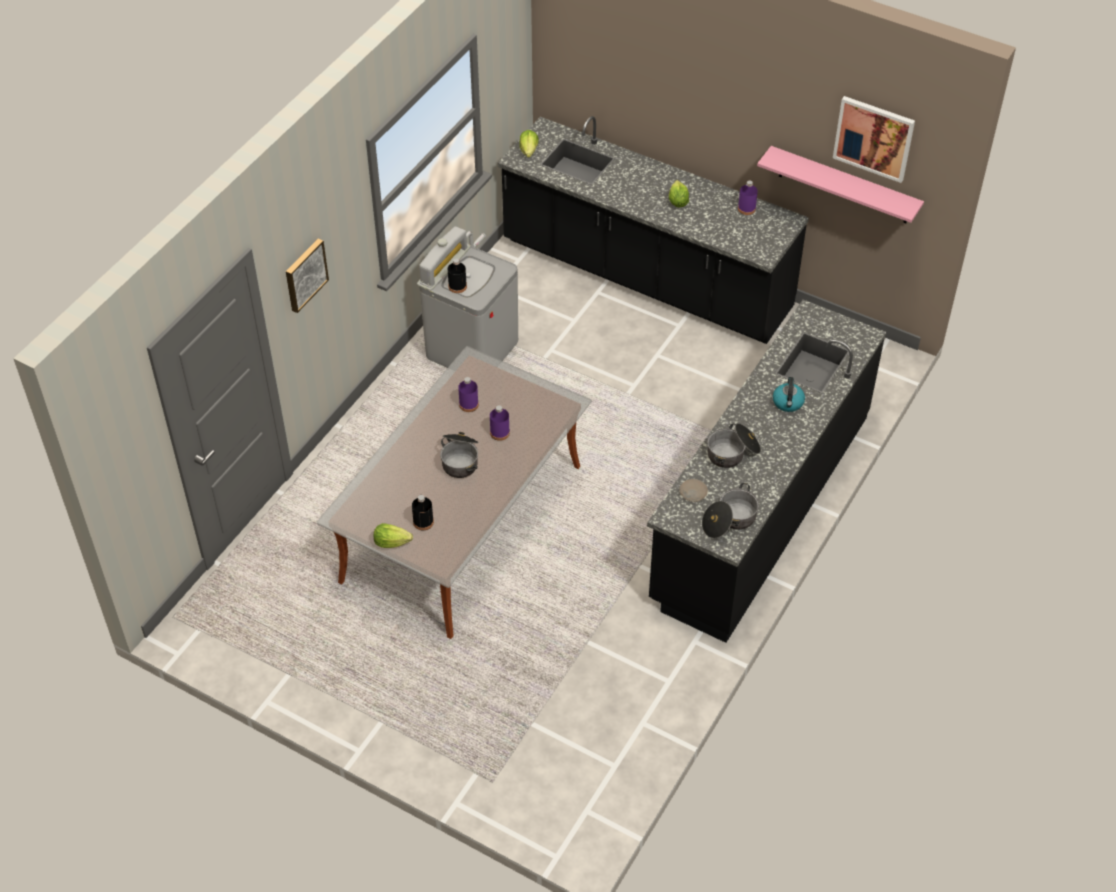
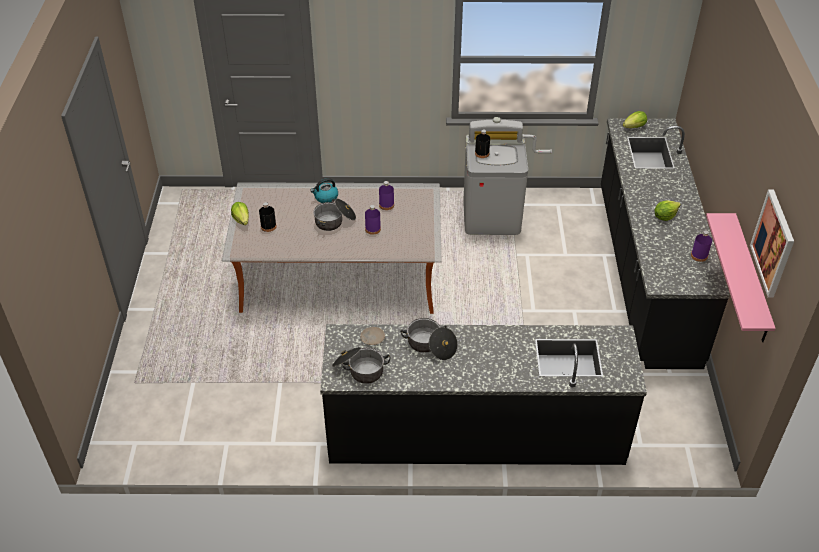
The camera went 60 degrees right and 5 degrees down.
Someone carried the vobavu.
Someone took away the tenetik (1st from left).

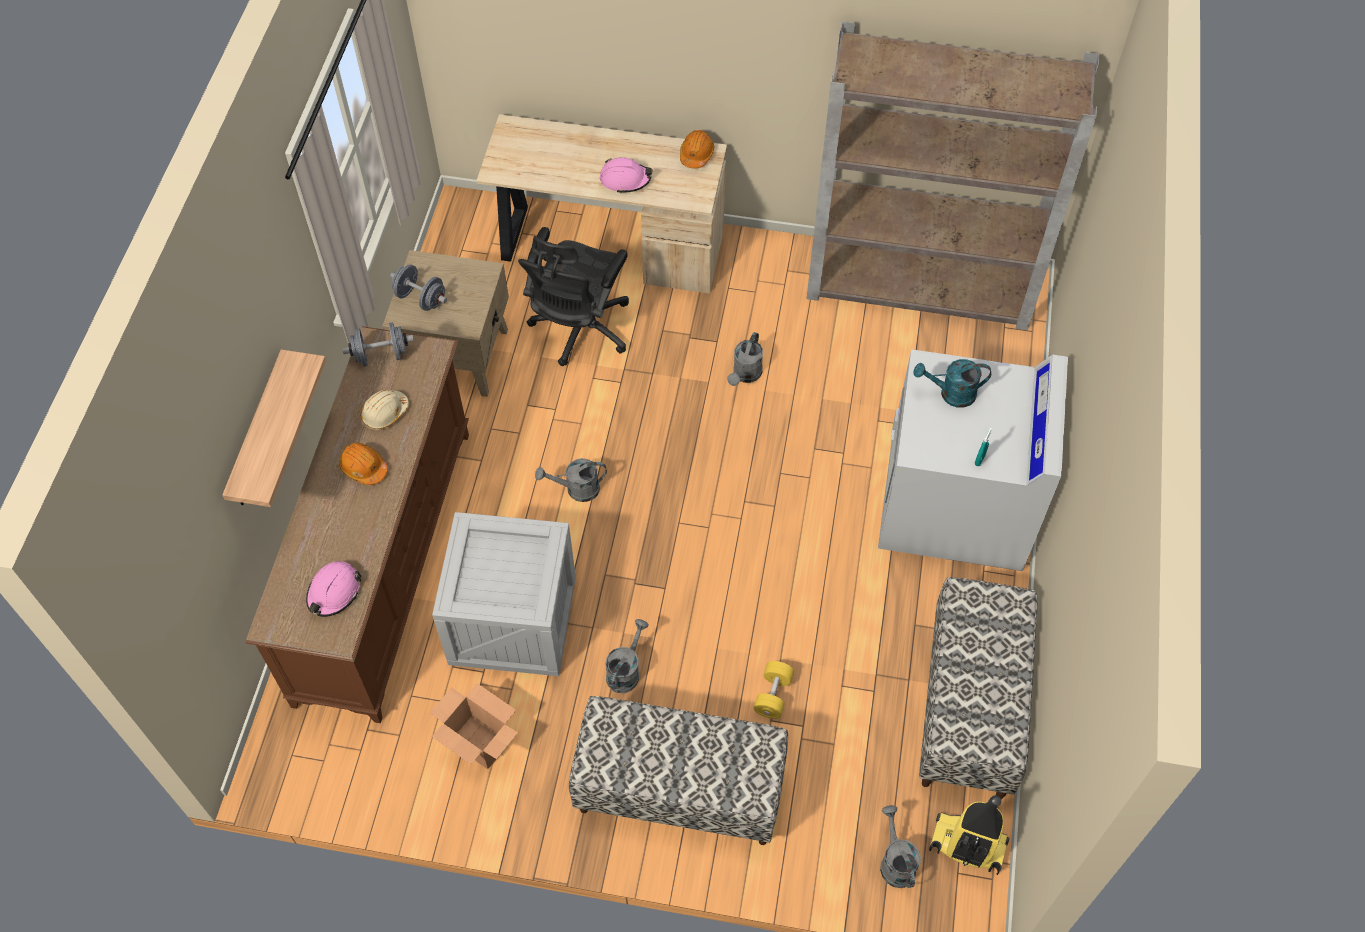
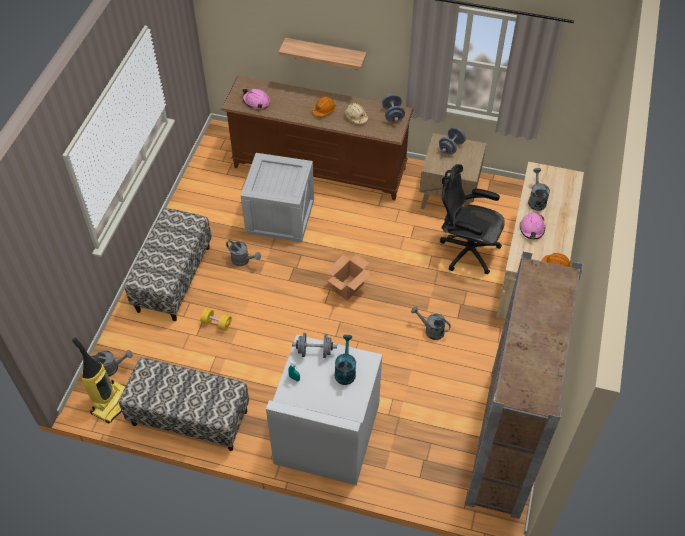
The camera went 95 degrees right and 5 degrees down.
Someone put down the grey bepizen (1st from left).
Someone carried the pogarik.
Someone carried the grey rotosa (1st from left in the first image).

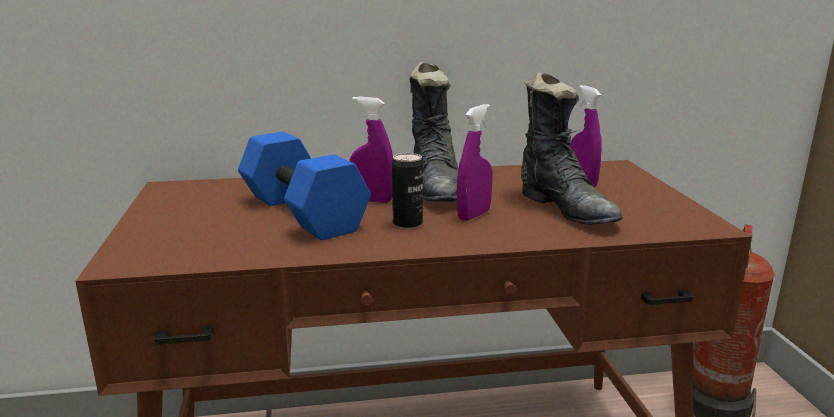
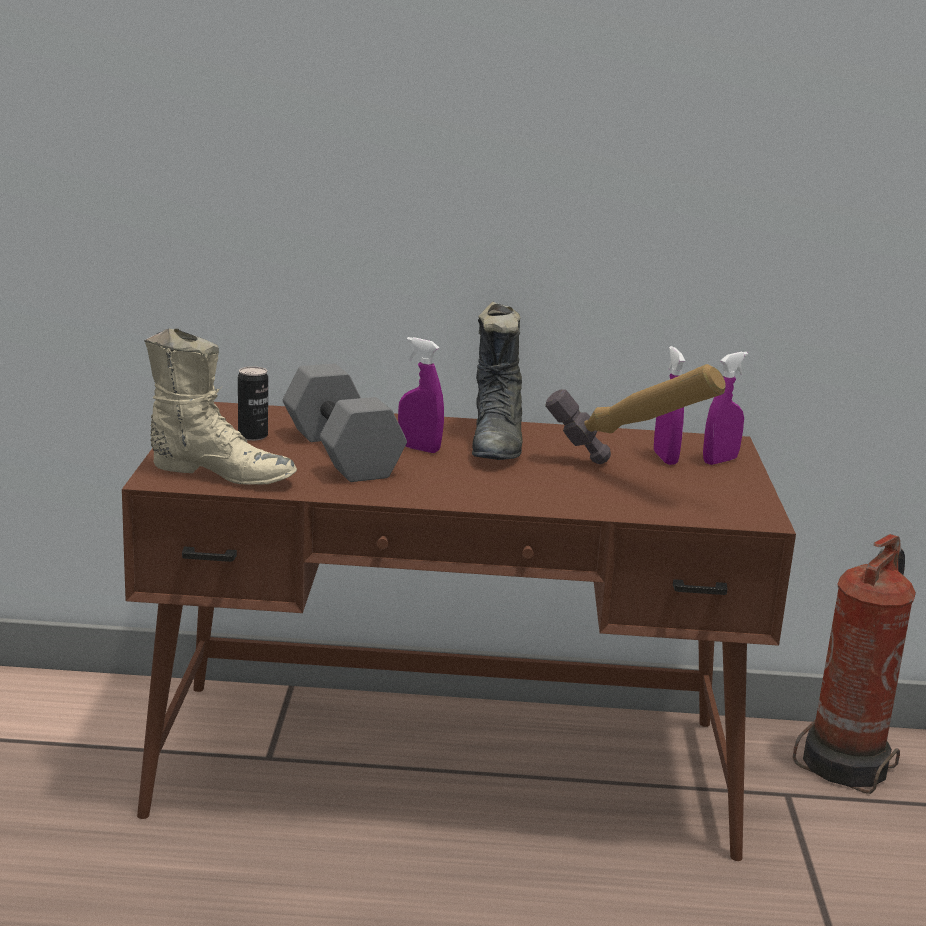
The camera went 10 degrees right and 0 degrees up.
Someone put down the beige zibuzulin.
Someone carried the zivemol.
Someone repainted the blue bepizen, which became the grey bepizen.
Someone swapped the black zibuzulin (2nd from left) for the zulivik.
Someone carried the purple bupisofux (2nd from left in the first image).

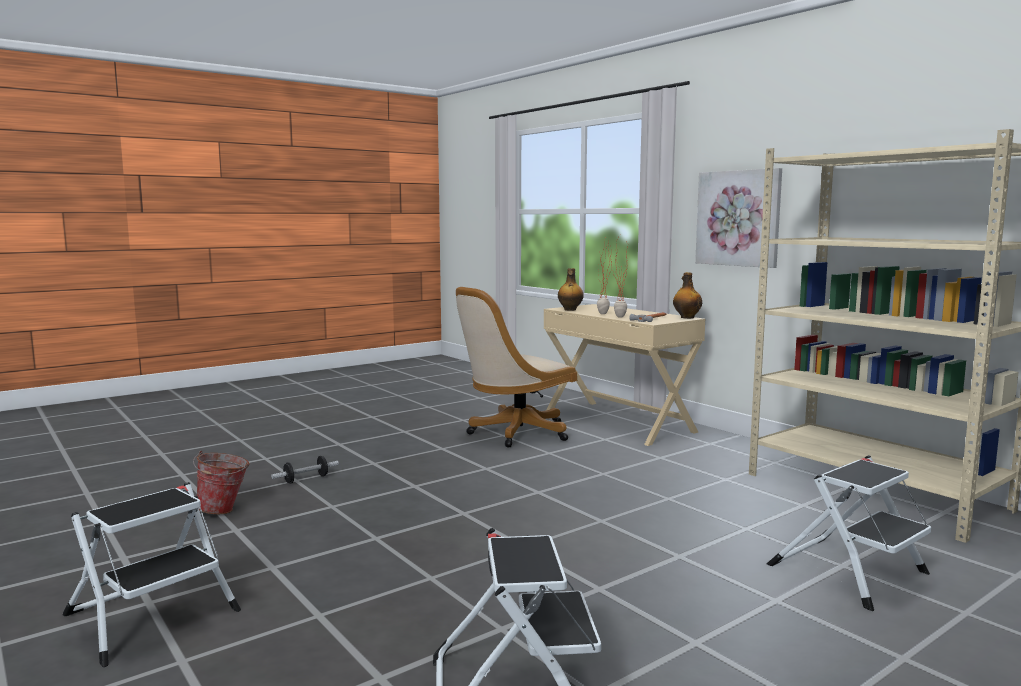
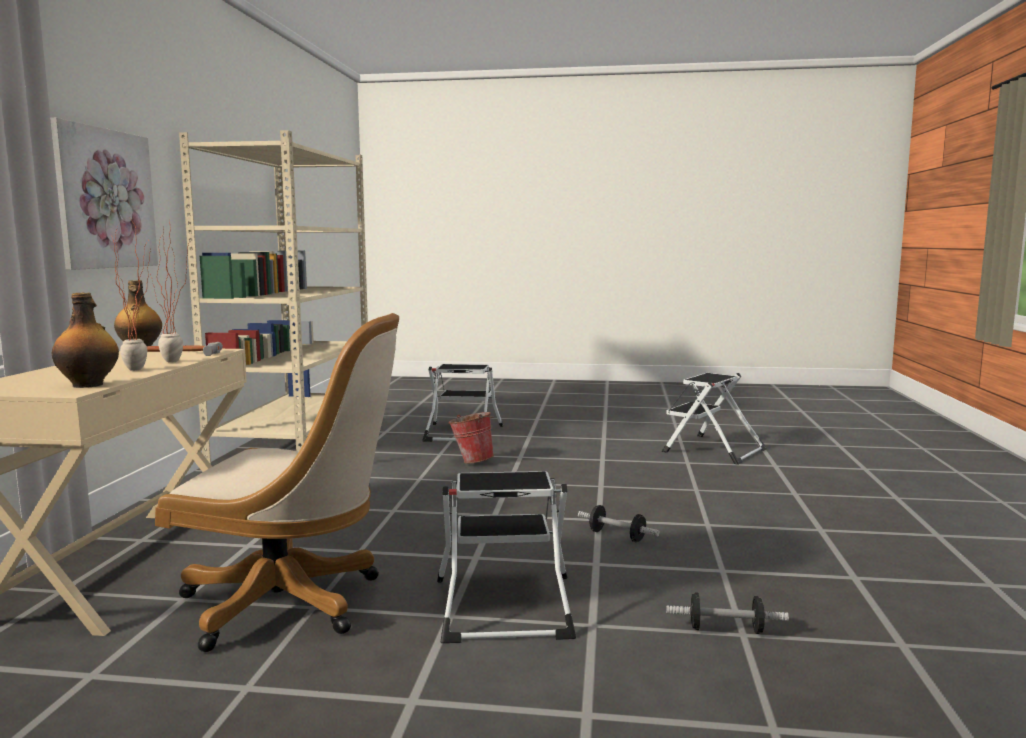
The camera went 135 degrees left and 0 degrees up.
Someone carried the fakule (1st from left in the first image).
Someone carried the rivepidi.
Someone put down the bepizen (1st from left).

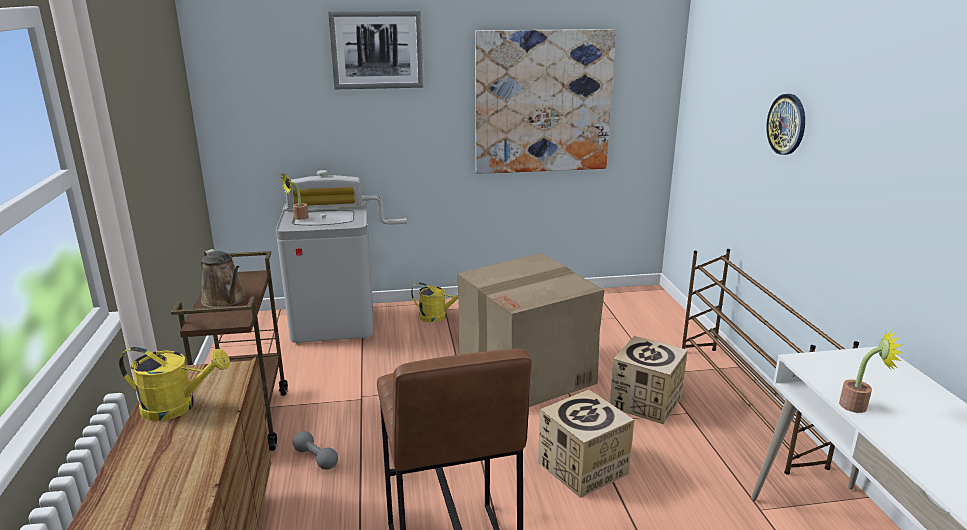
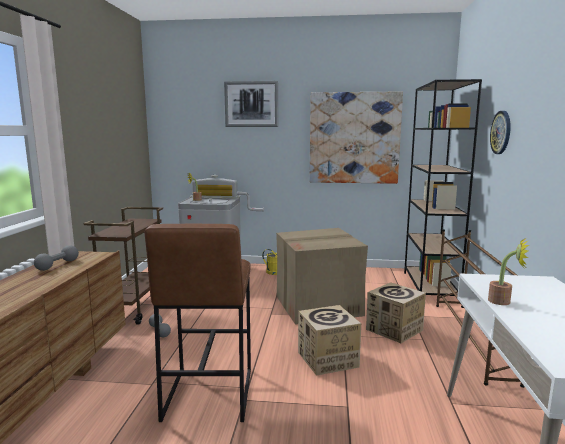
The camera went 15 degrees right and 10 degrees down.
Someone swapped the yellow rotosa (1st from left) for the grey bepizen (1st from left).
Someone put down the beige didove.
Someone took away the brown rotosa.

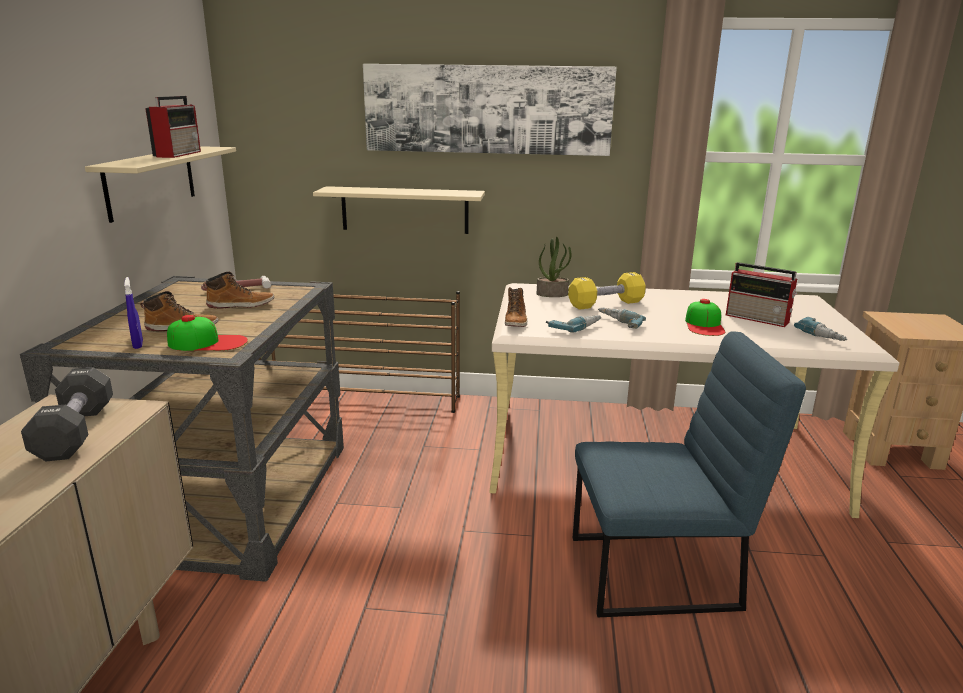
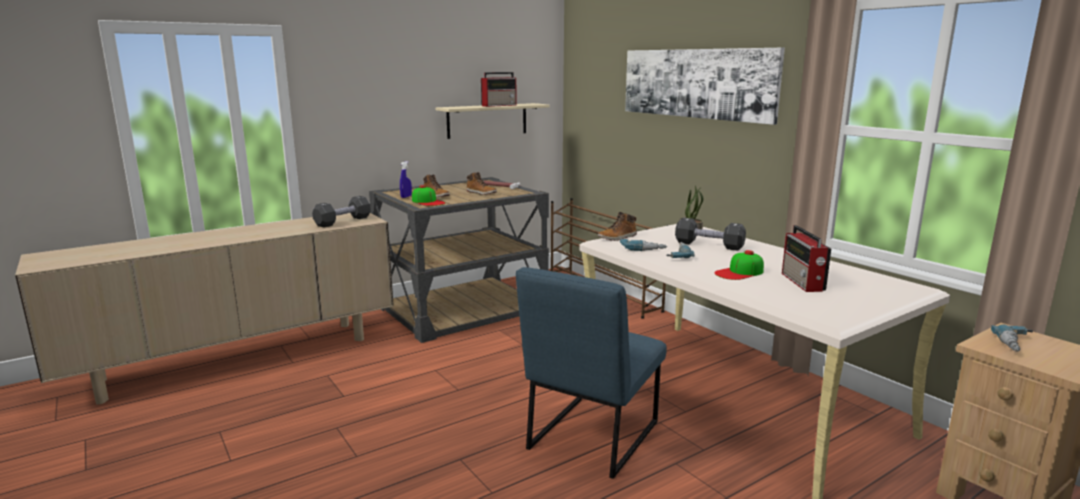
The camera went 50 degrees right and 5 degrees down.
Someone rotated the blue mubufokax by 75 degrees clockwise.
Someone repainted the yellow bepizen, which became the black bepizen (2nd from left).
Someone carried the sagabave (3rd from left).
Someone took away the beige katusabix (2nd from left).

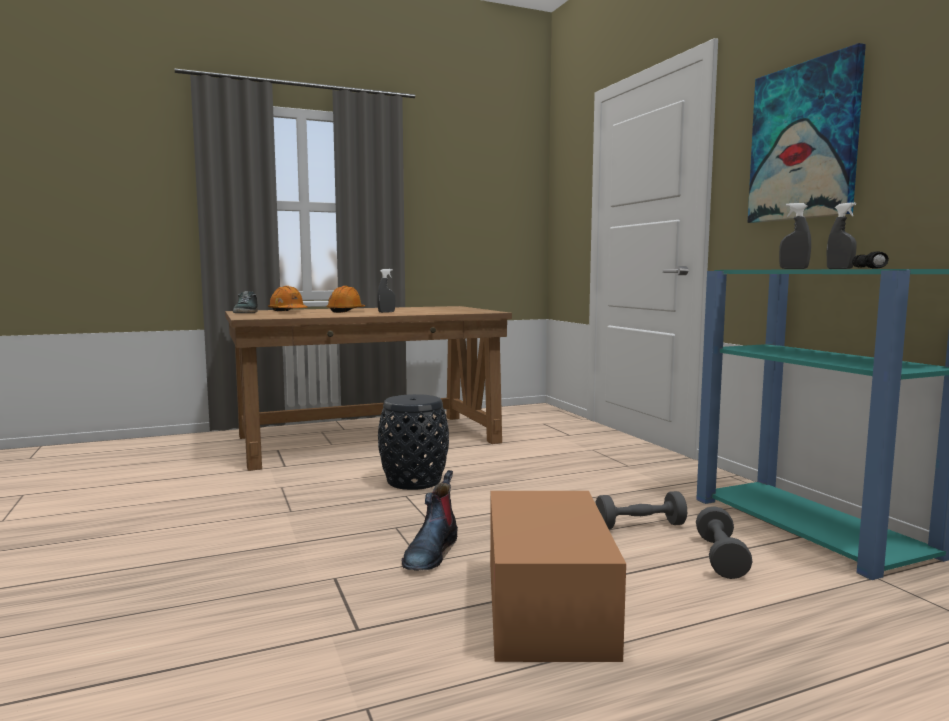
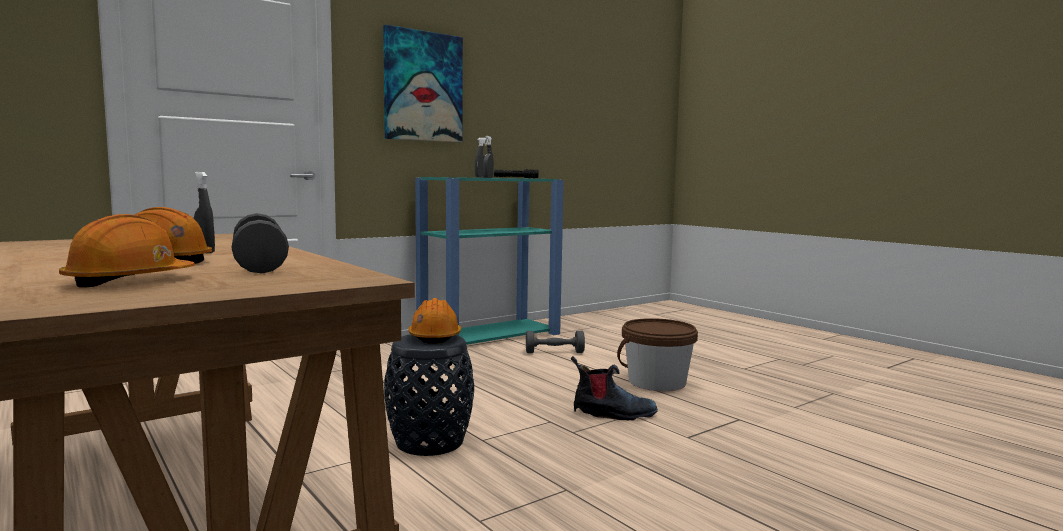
The camera went 105 degrees left and 0 degrees up.
Someone carried the grey bepizen (1st from left).
Someone put down the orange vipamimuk (3rd from left).
Someone swapped the pogarik for the brown rivepidi.
Someone took away the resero.

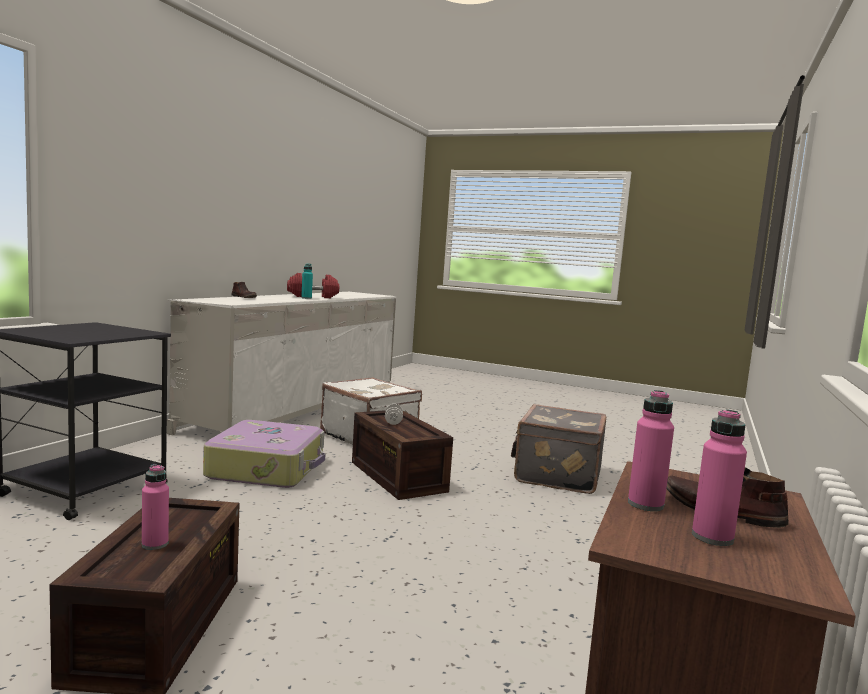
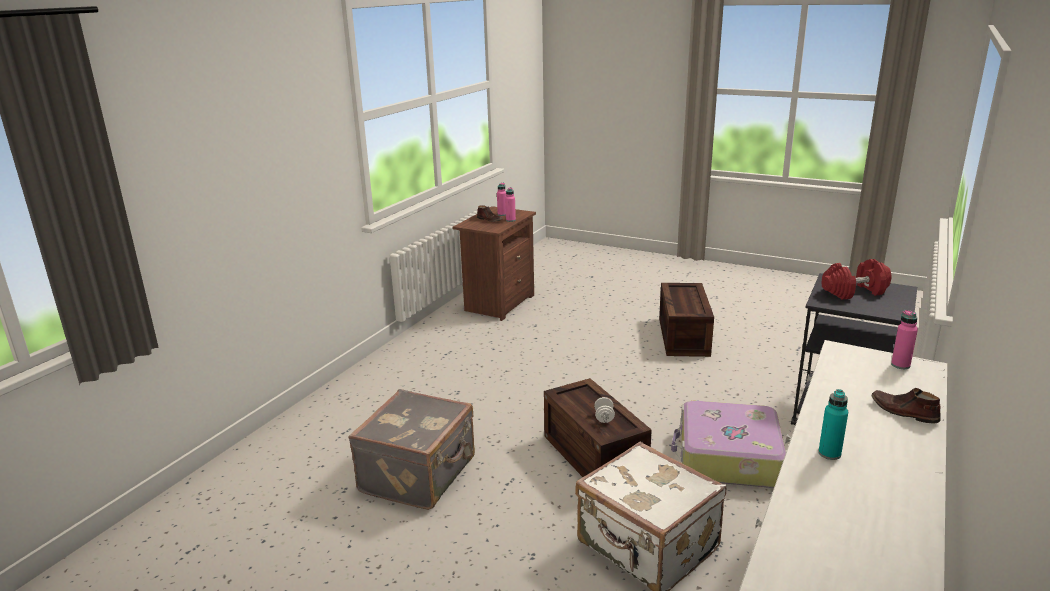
The camera went 175 degrees left and 15 degrees up.
Someone carried the red bepizen.
Someone carried the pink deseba (1st from left in the first image).

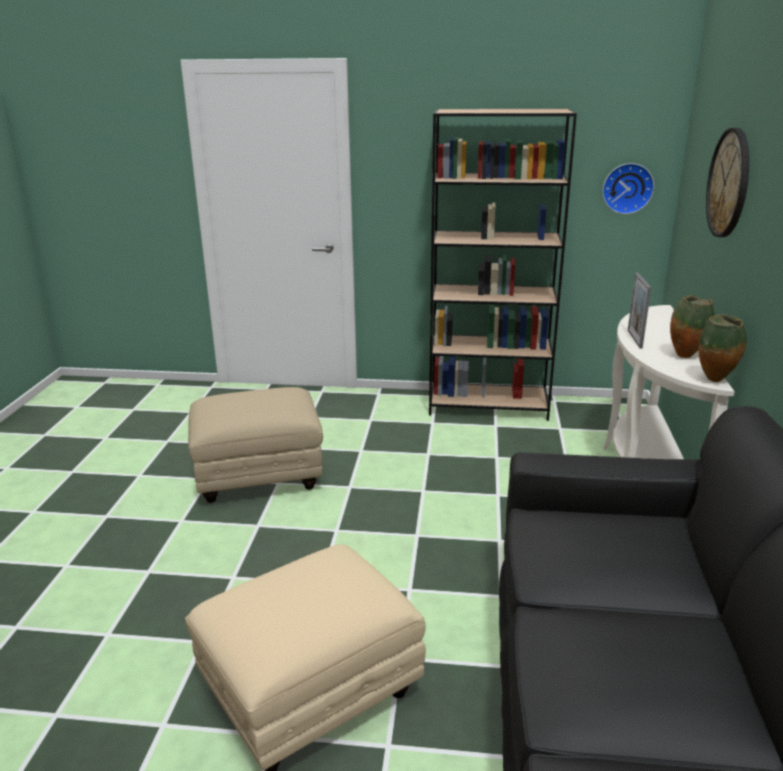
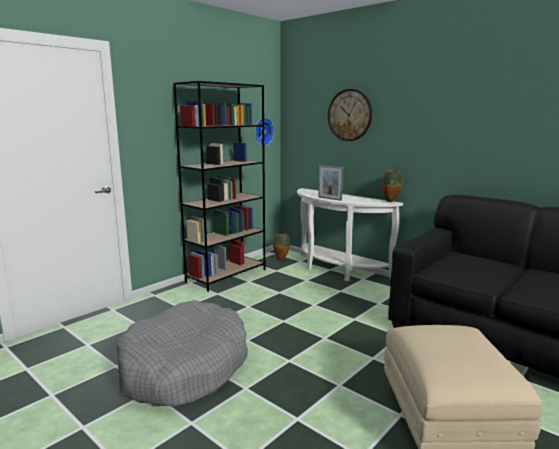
The camera went 55 degrees left and 10 degrees down.
Someone swapped the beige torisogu (1st from left) for the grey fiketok.
Someone carried the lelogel (1st from left).

